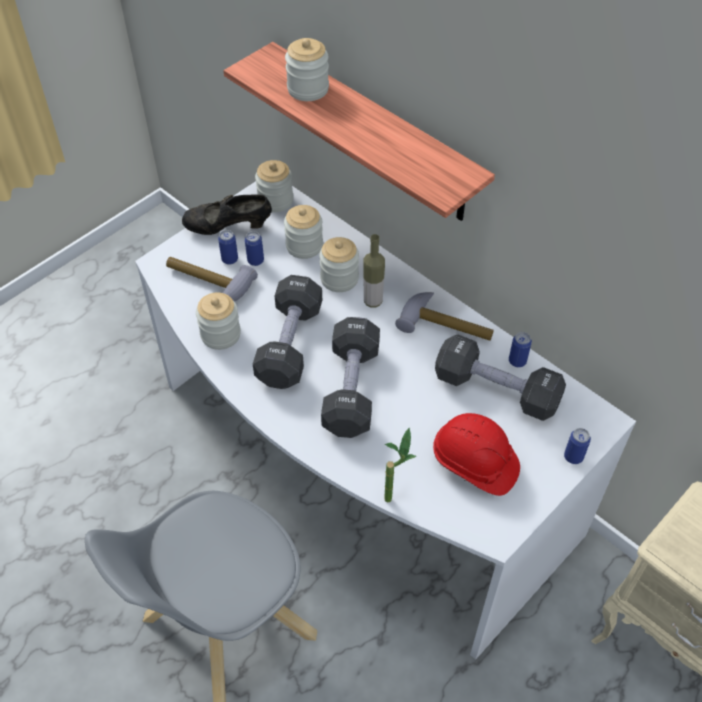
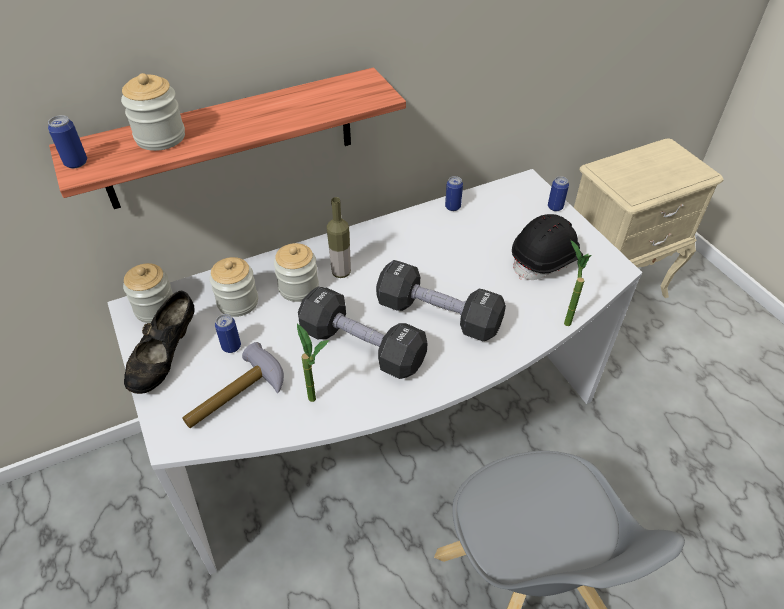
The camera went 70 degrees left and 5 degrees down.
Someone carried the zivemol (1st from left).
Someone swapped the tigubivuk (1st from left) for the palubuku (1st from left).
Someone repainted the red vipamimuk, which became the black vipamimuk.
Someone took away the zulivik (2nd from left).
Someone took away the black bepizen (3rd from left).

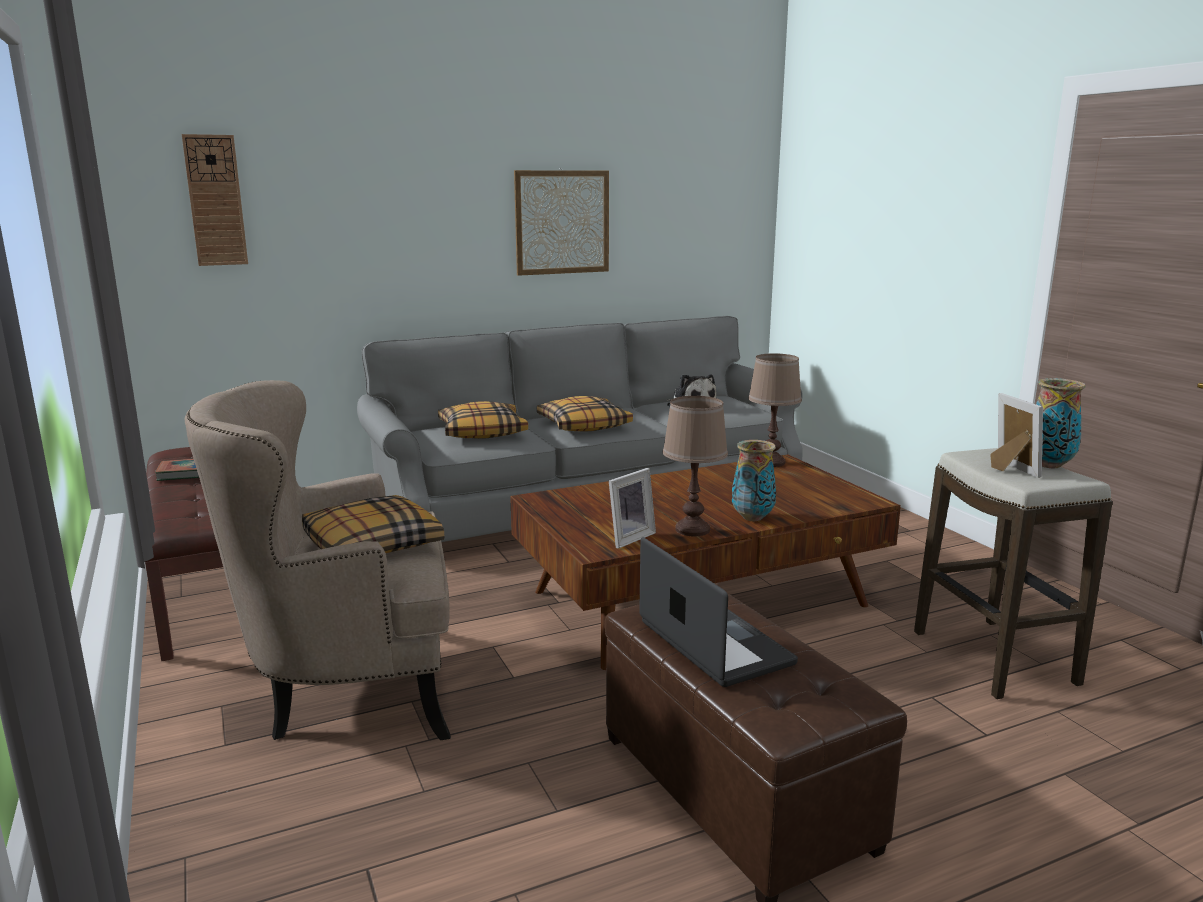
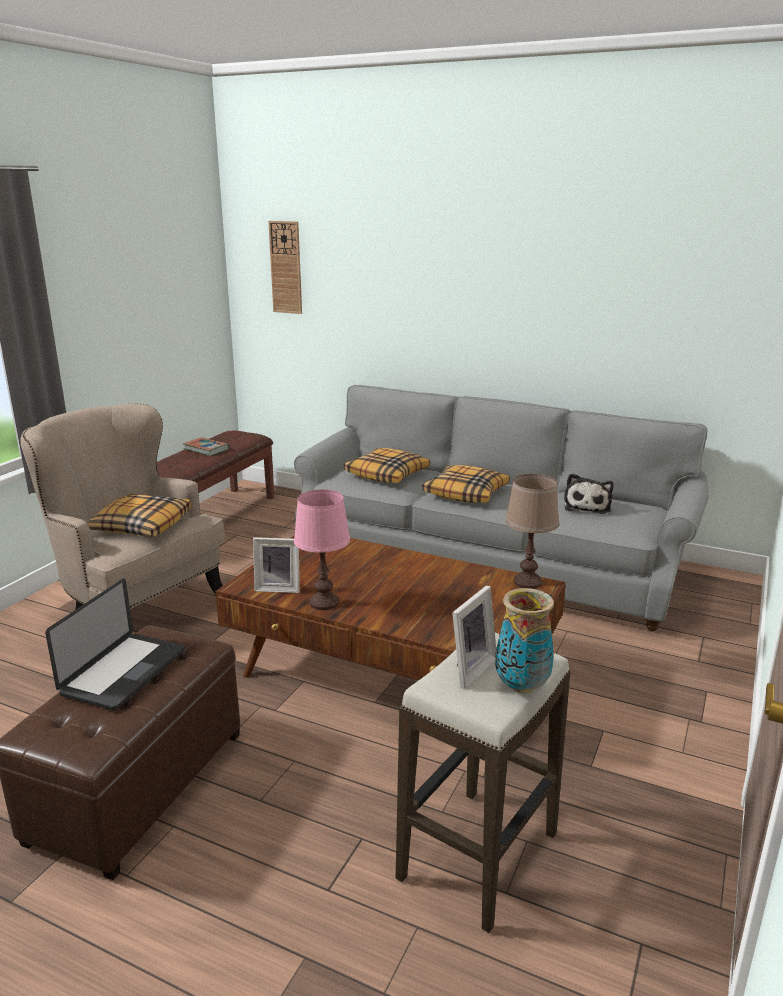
The camera went 50 degrees right and 5 degrees up.
Someone repainted the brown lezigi (1st from left), which became the pink lezigi.
Someone took away the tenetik.
Someone took away the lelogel (1st from left).

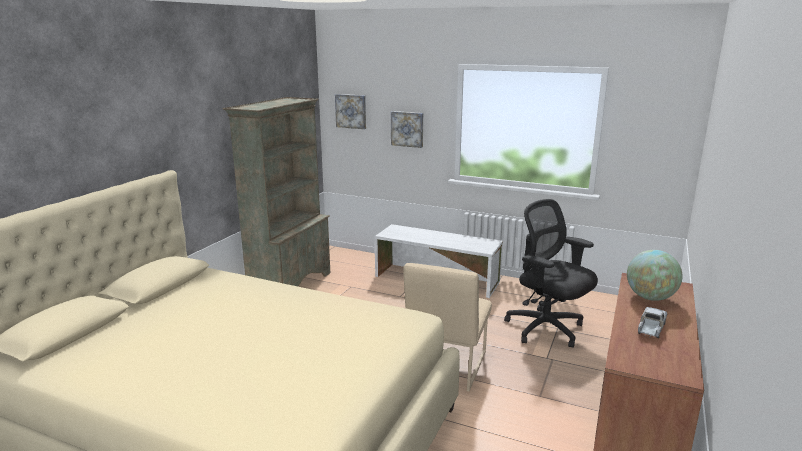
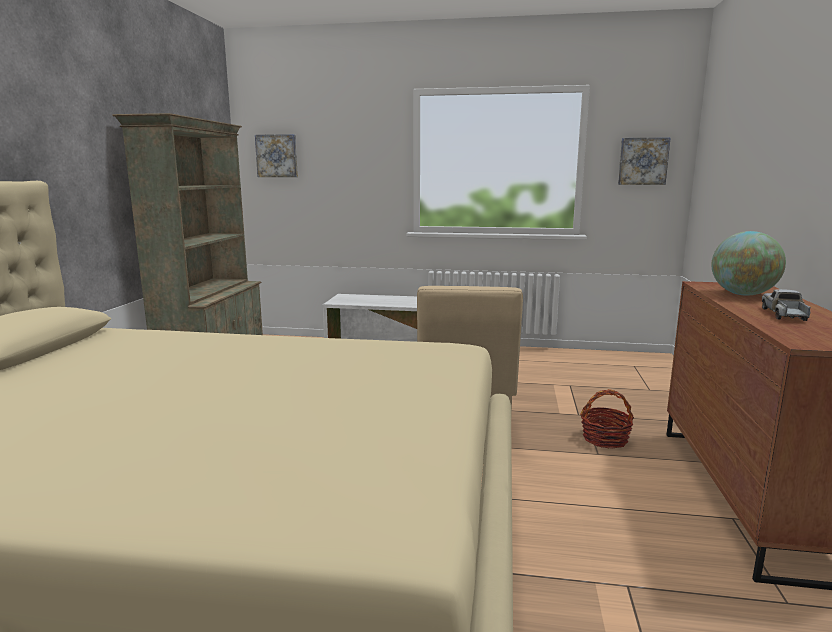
The camera went 15 degrees left and 5 degrees down.
Someone put down the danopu.
Someone carried the tenetik (2nd from left).
Someone took away the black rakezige.

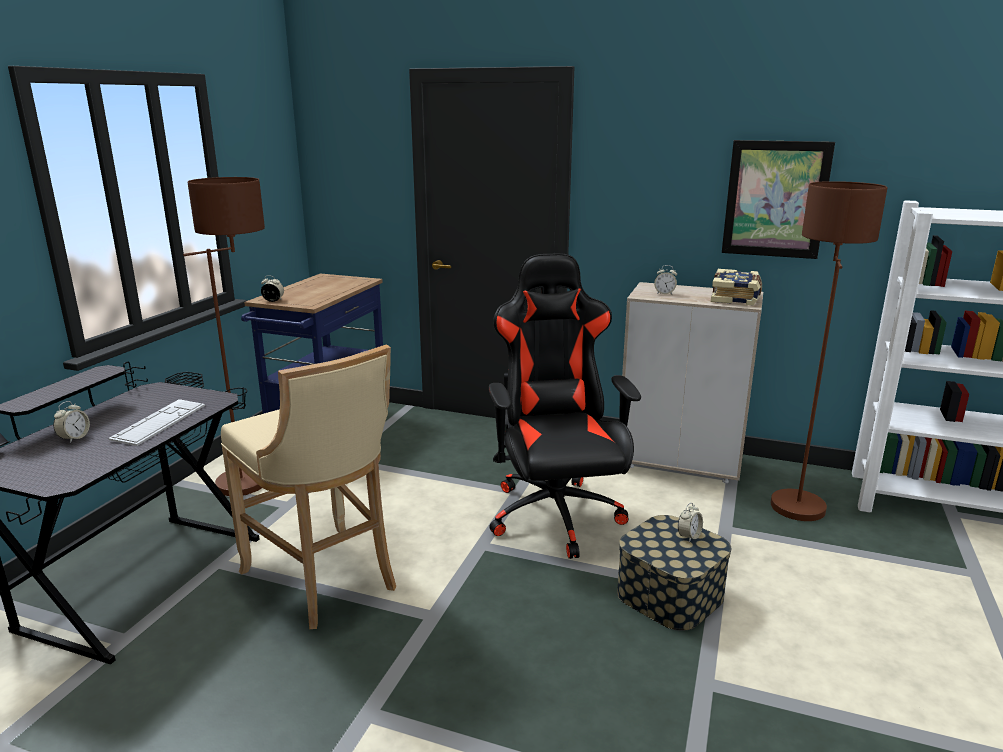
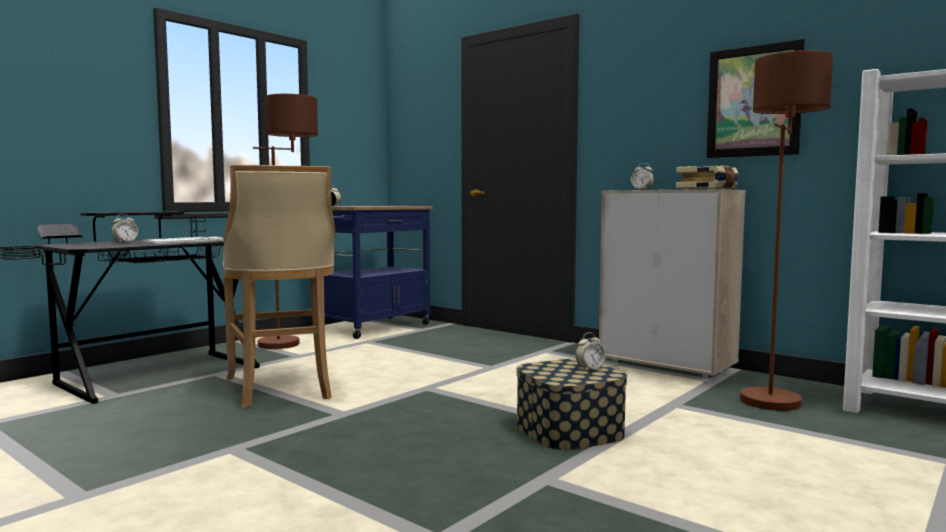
The camera went 20 degrees right and 15 degrees down.
Someone took away the black rakezige.

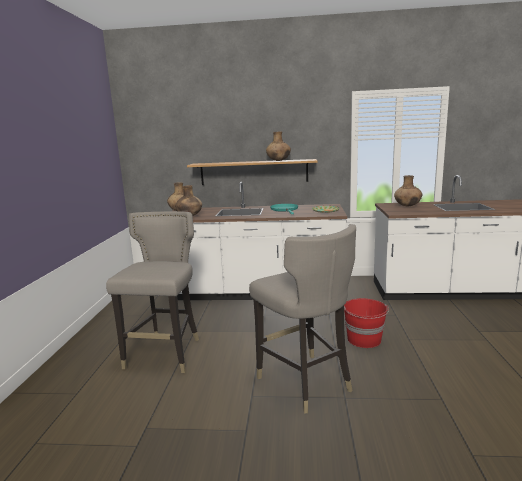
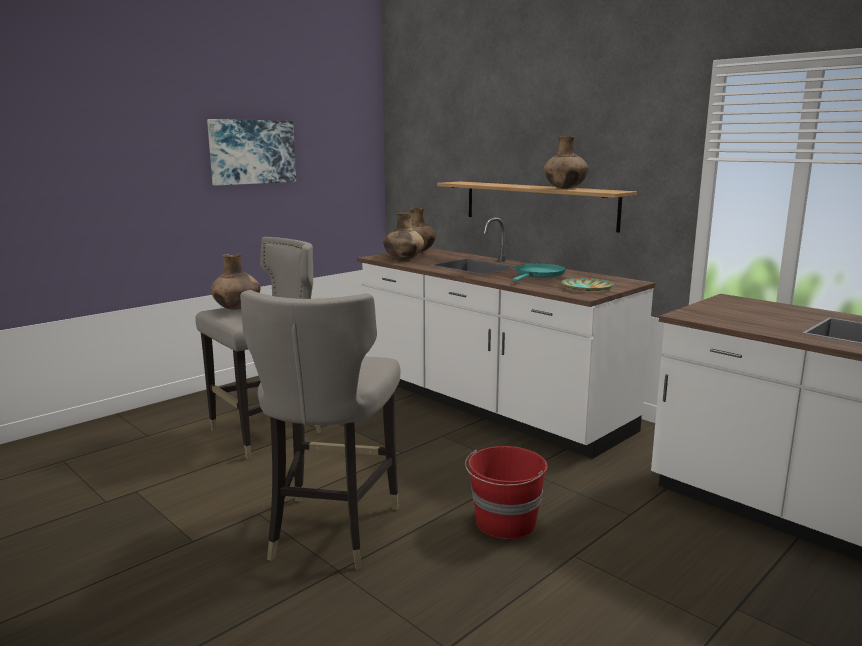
The camera went 40 degrees right and 0 degrees up.
Someone put up the tenetik.
Someone carried the brown lelogel (4th from left in the first image).

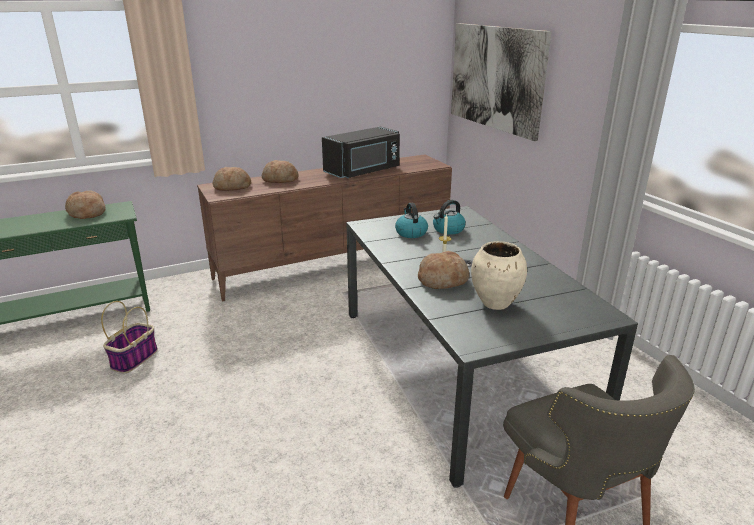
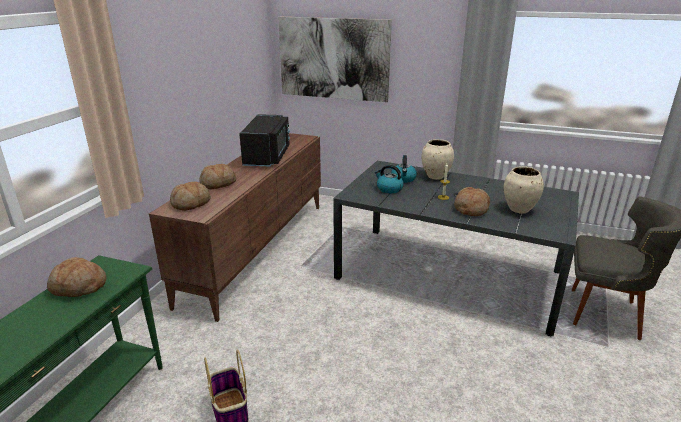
The camera went 45 degrees left and 0 degrees up.
Someone put down the beige lelogel (1st from left).

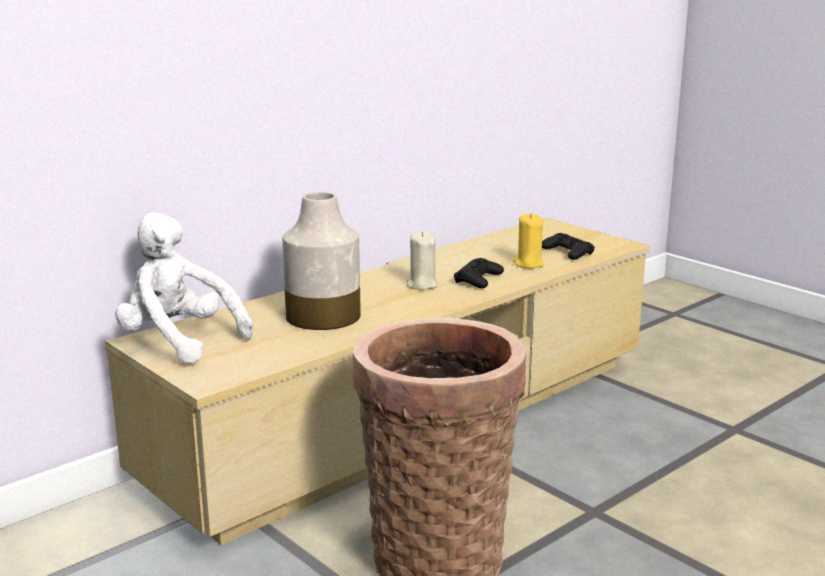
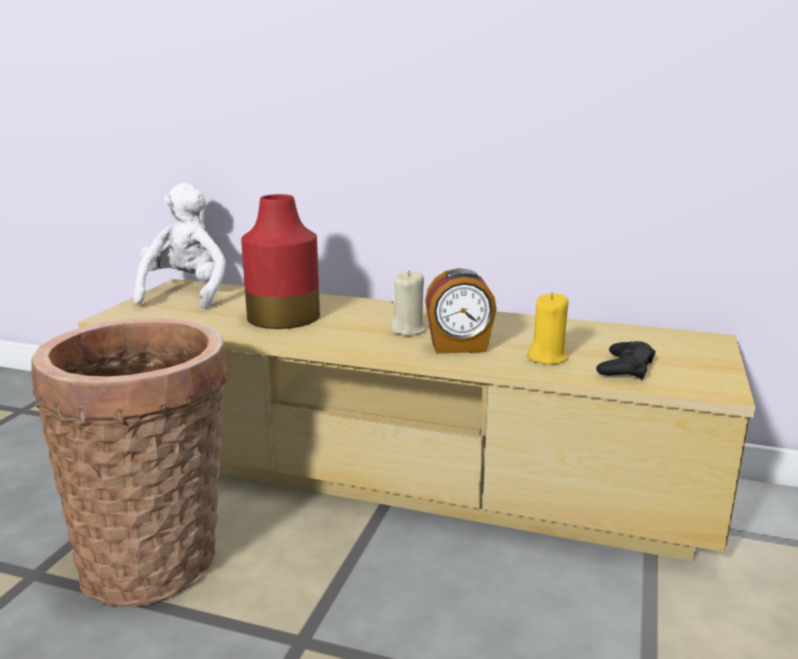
The camera went 60 degrees right and 0 degrees up.
Someone repainted the beige lelogel, which became the red lelogel.
Someone swapped the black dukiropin (1st from left) for the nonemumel.

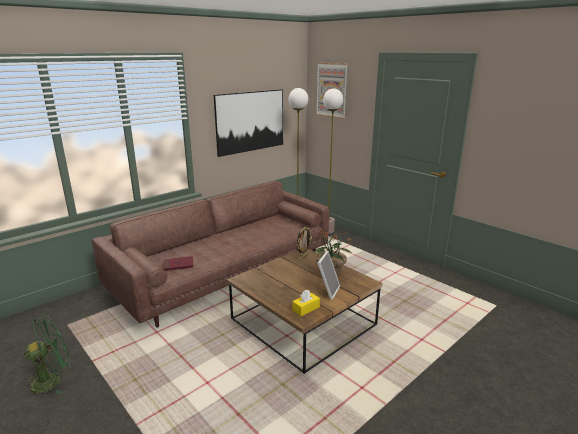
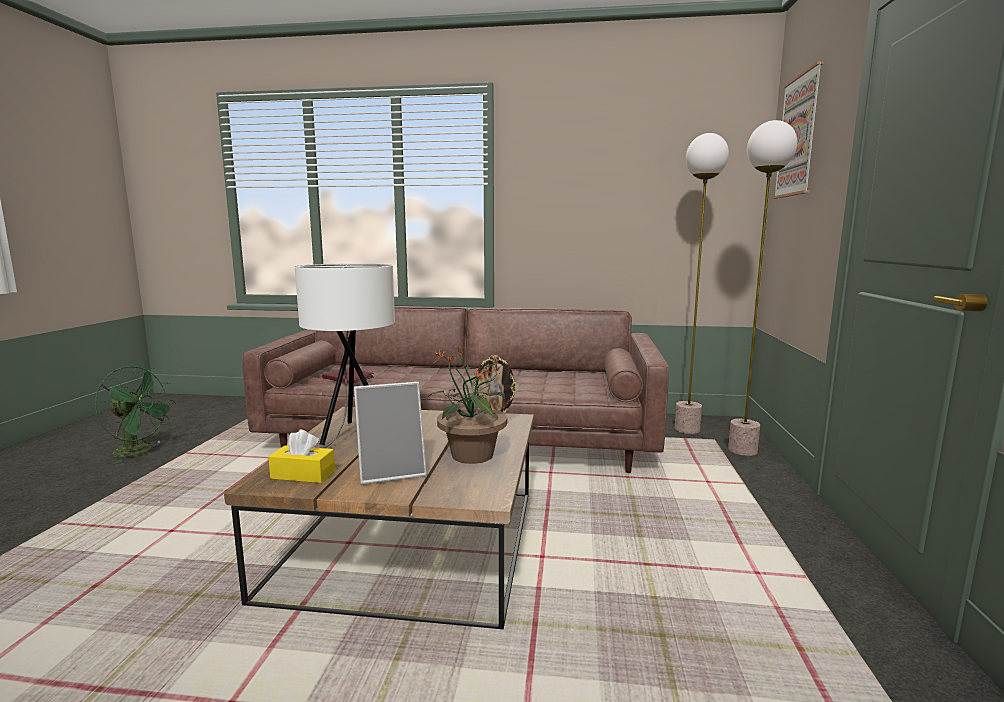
The camera went 50 degrees right and 10 degrees down.
Someone put down the white lezigi.
Someone took away the tenetik (1st from left).

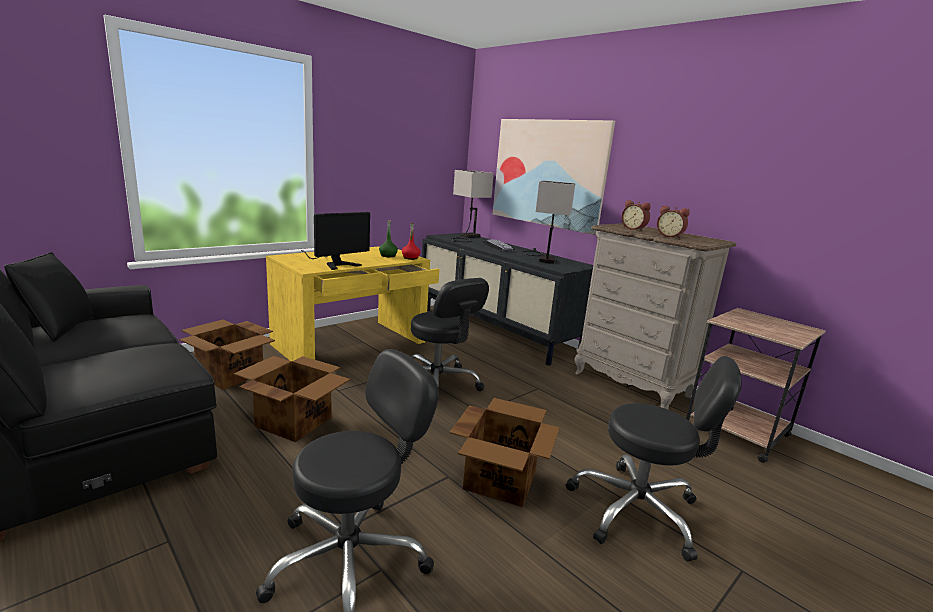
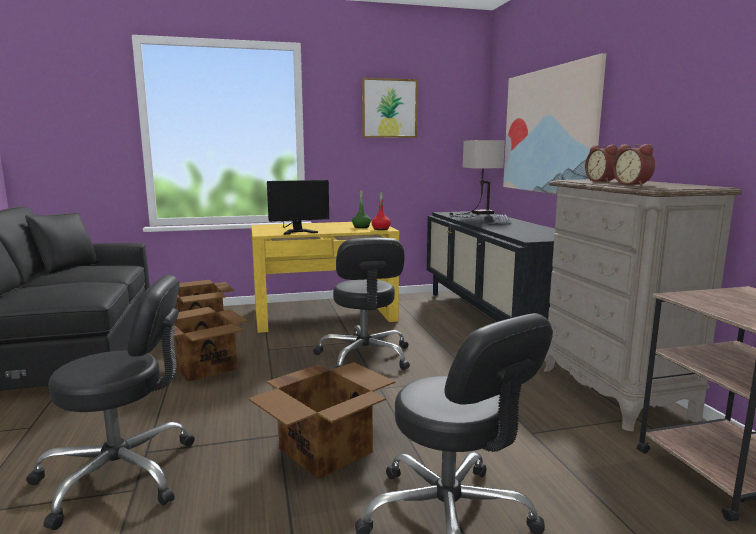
The camera went 30 degrees right and 5 degrees down.
Someone put up the tenetik (1st from left).
Someone took away the lezigi (2nd from left).

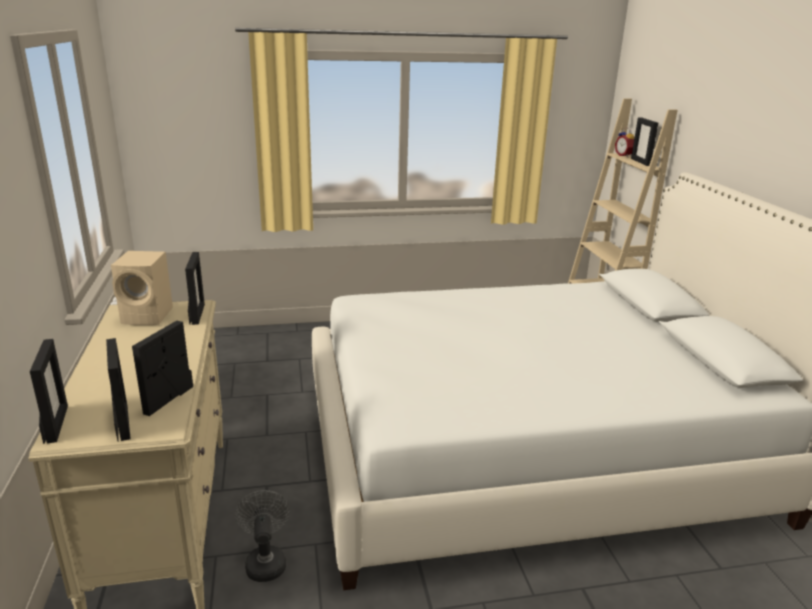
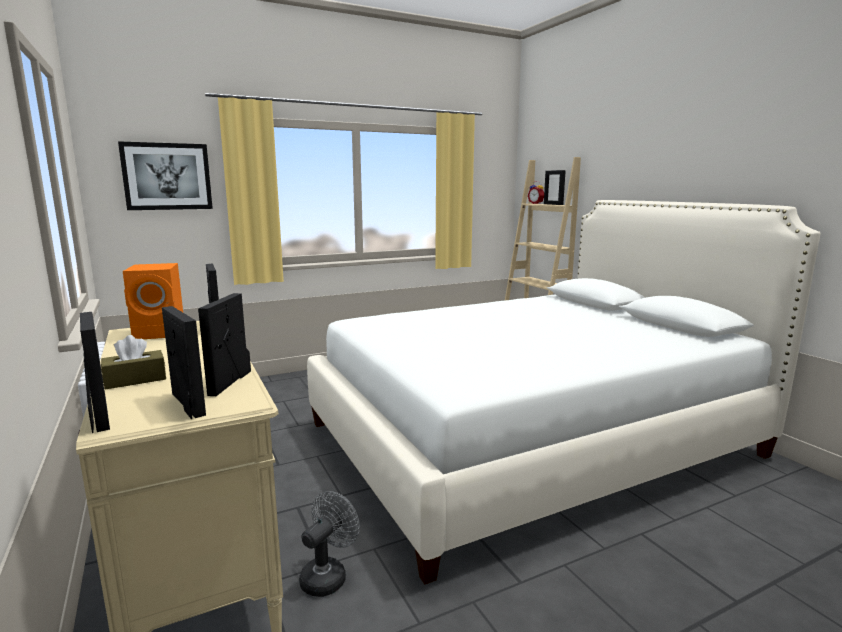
The camera went 15 degrees left and 10 degrees down.
Someone put down the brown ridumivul.
Someone put up the tenetik.
Someone repainted the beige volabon, which became the orange volabon.
Someone rotated the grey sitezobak by 60 degrees clockwise.

